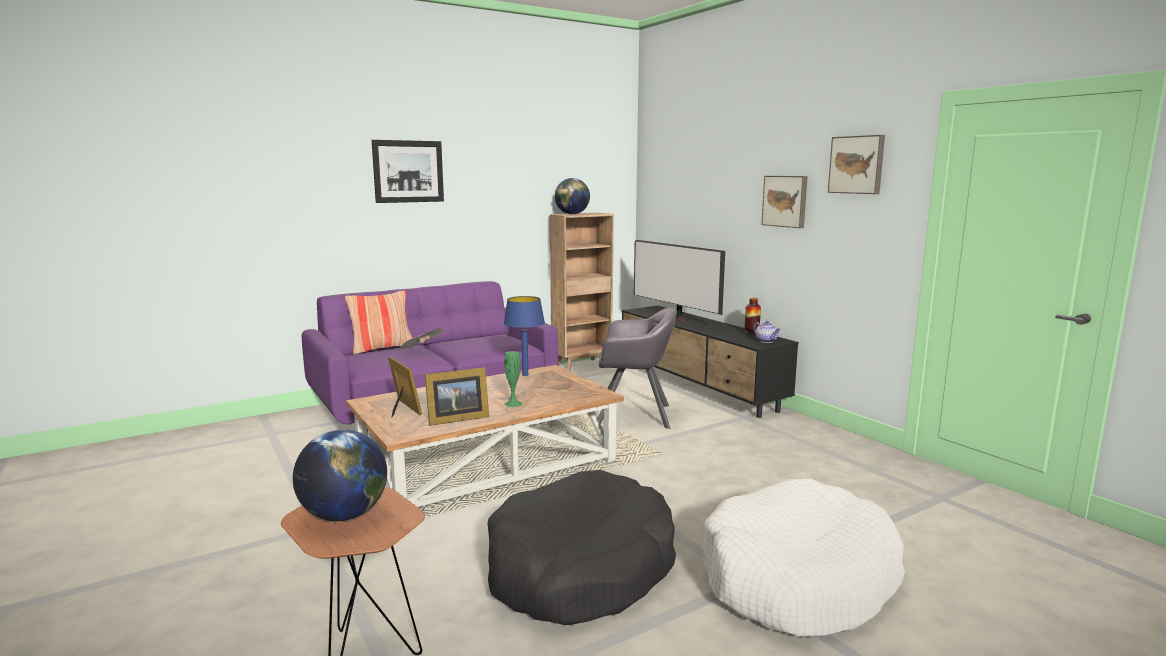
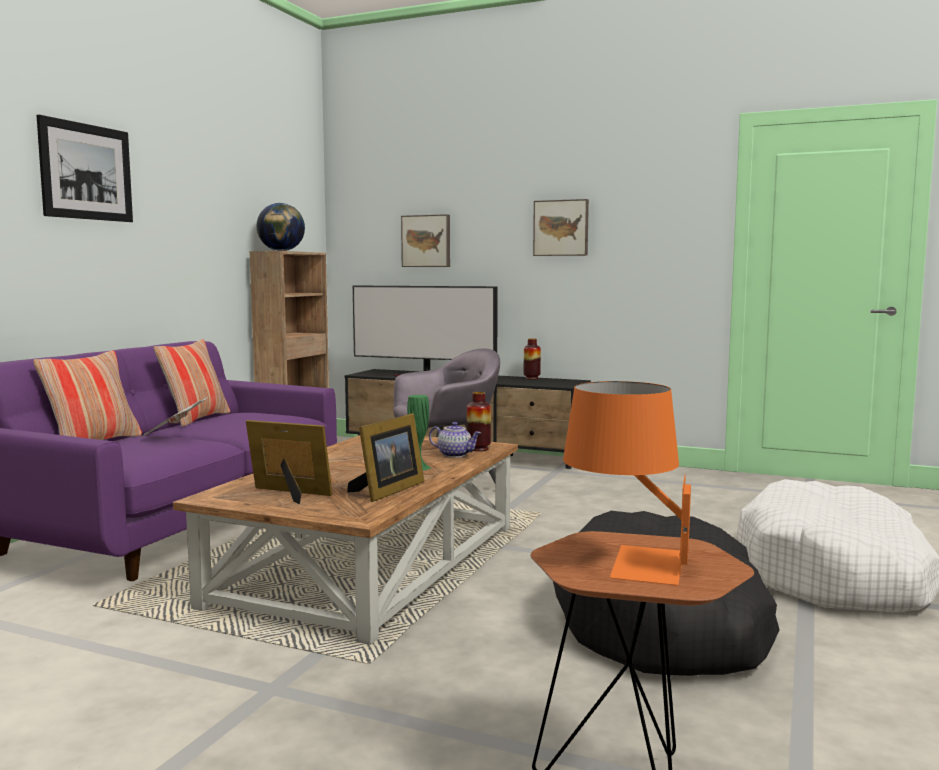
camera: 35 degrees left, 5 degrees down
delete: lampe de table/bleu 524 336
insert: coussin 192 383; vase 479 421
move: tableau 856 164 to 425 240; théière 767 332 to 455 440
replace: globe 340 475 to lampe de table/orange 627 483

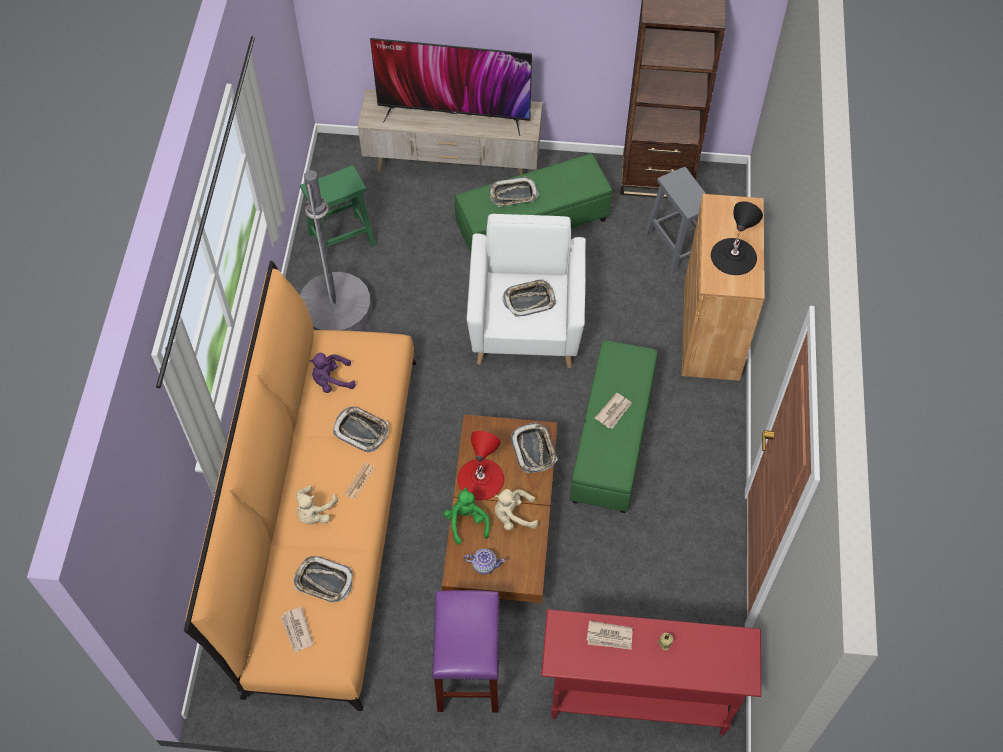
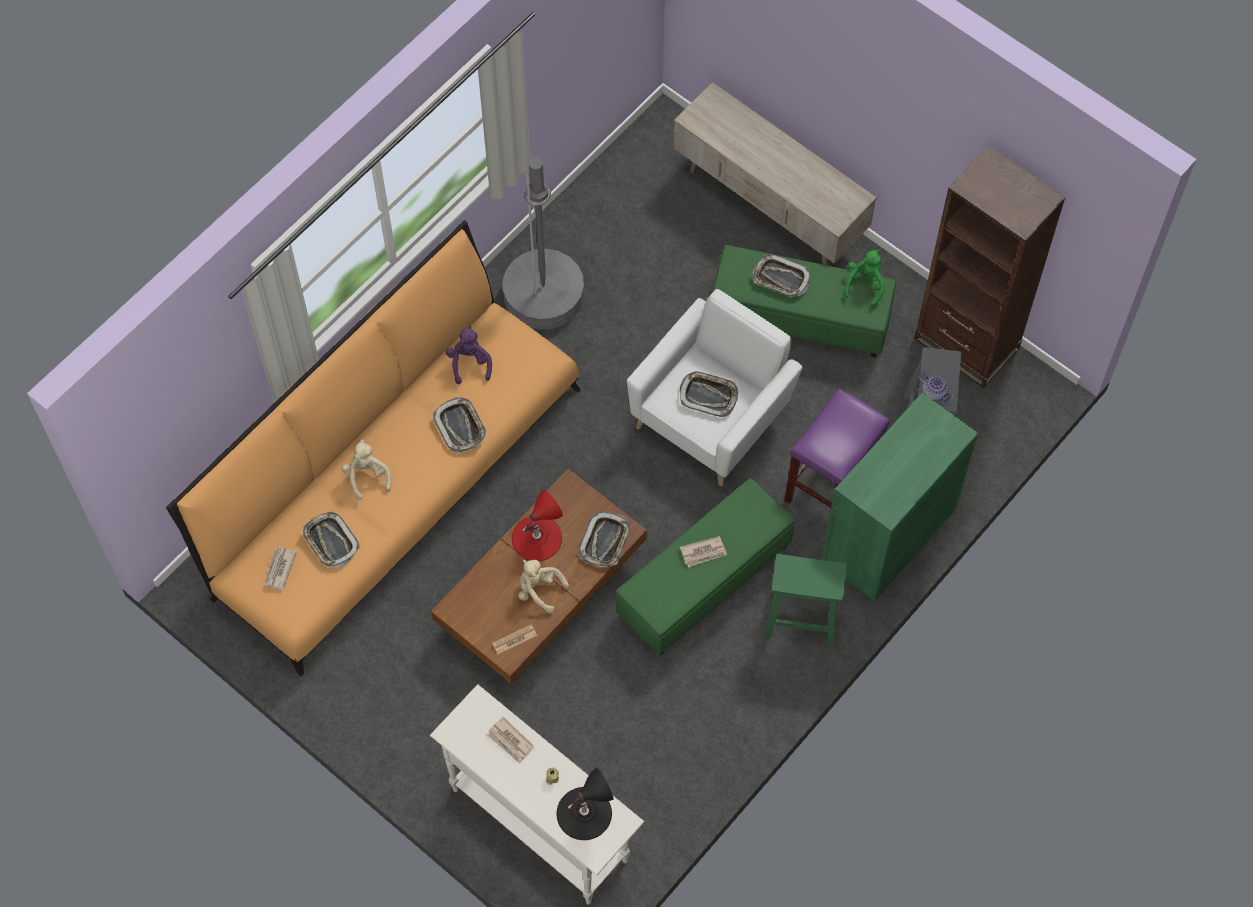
camera: 35 degrees right, 5 degrees up
delete: téléviseur 451 87
move: journal 359 481 to 514 639; lampe de table/noir 737 238 to 585 804; tabouret/vert 338 206 to 806 601; tabouret/violet 466 651 to 837 448; peluche/vert 467 516 to 864 279; théière 484 562 to 936 387
recolor: table console/rouge 651 672 to table console/blanc 537 794; meuble de rangement/marron 723 287 to meuble de rangement/vert 900 497
rotate: peluche/beige 317 504 = 366 469 105 degrees clockwise; peluche/violet 332 373 = 469 355 60 degrees clockwise

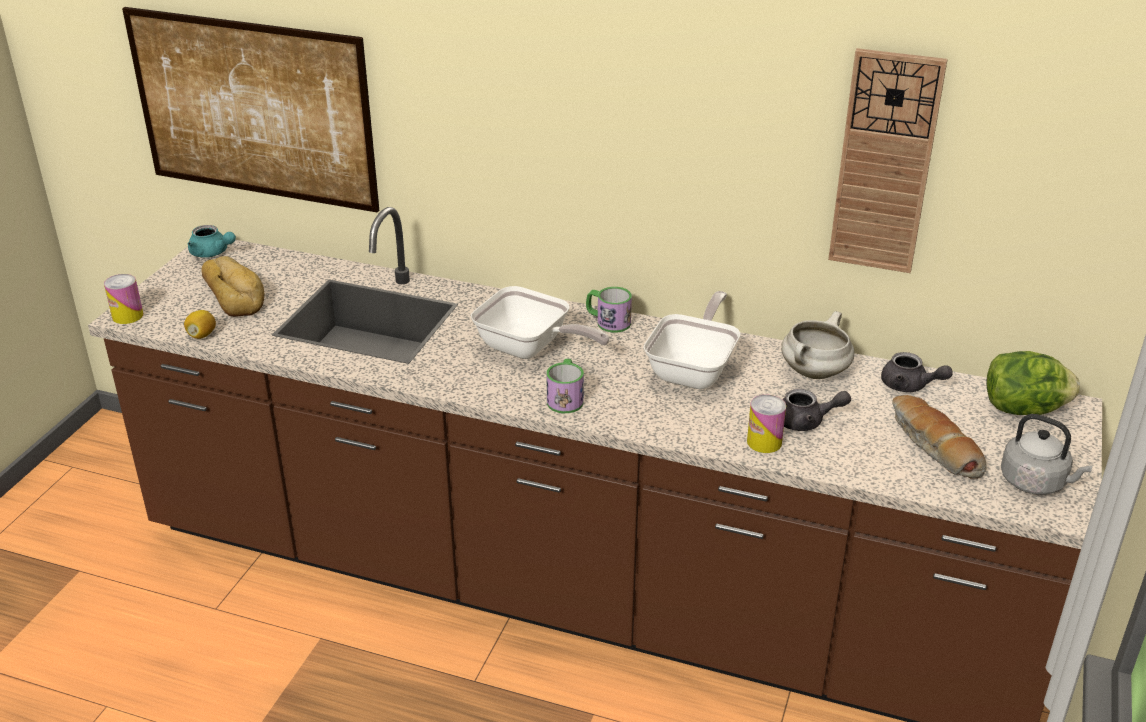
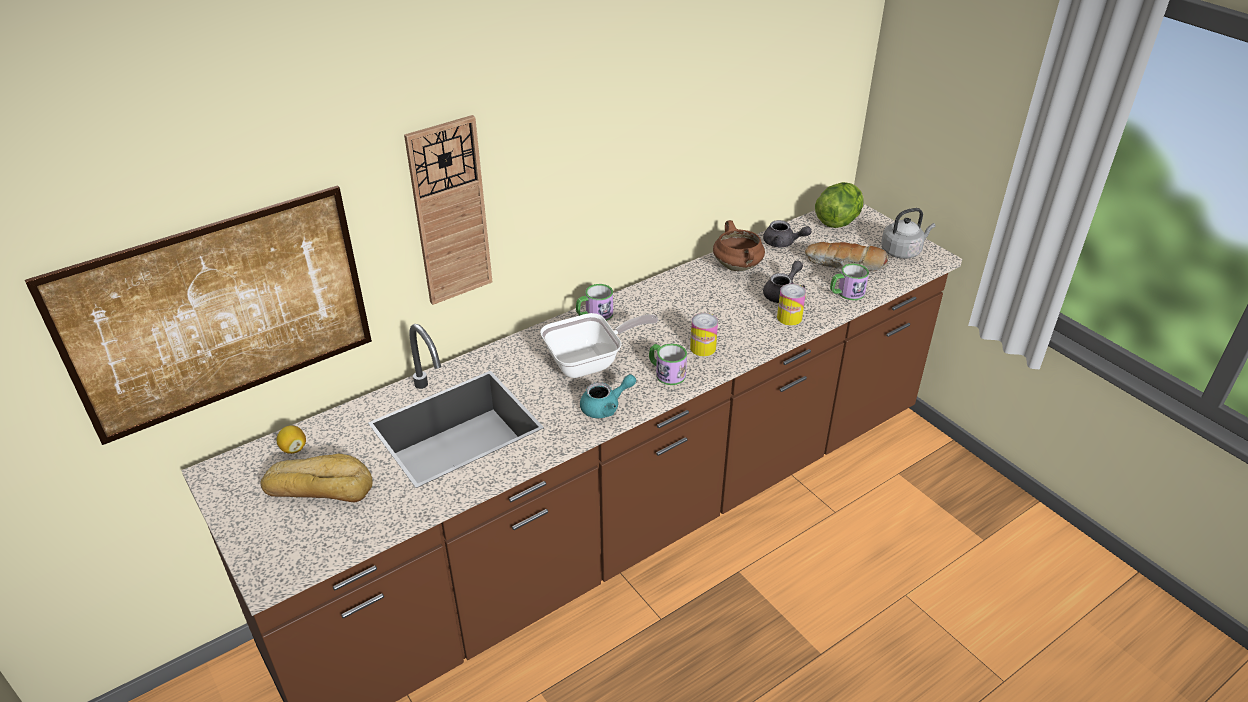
camera: 55 degrees left, 5 degrees up
delete: poêle 692 340
insert: mug 849 281
move: citron 200 324 to 291 439; horloge murale 888 160 to 448 210; théière/turquoise 212 241 to 608 396; boîte métallique 123 299 to 704 334
recolor: marmite/blanc 817 345 to marmite/marron 739 245
rotate: théière/gris 917 372 = 787 233 45 degrees clockwise

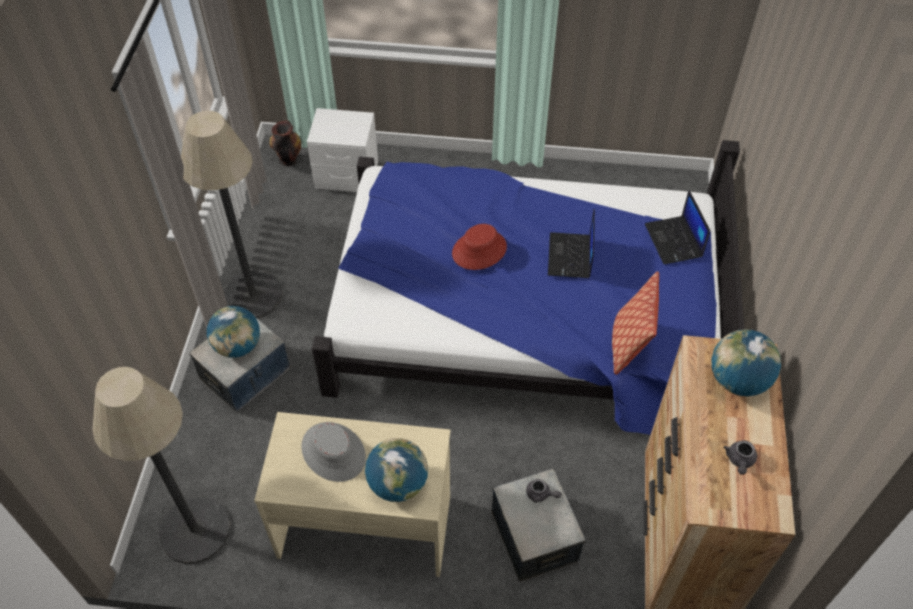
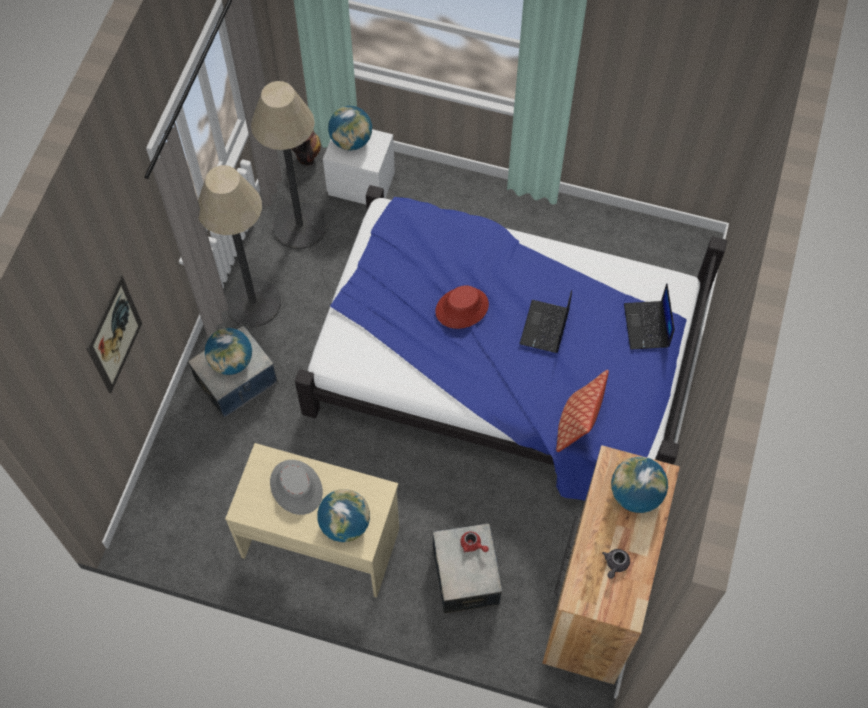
camera: 10 degrees right, 10 degrees up
insert: tableau 114 334; globe 350 128
move: lampadaire 161 465 to 289 165
recolor: théière/gris 543 491 to théière/rouge 474 542

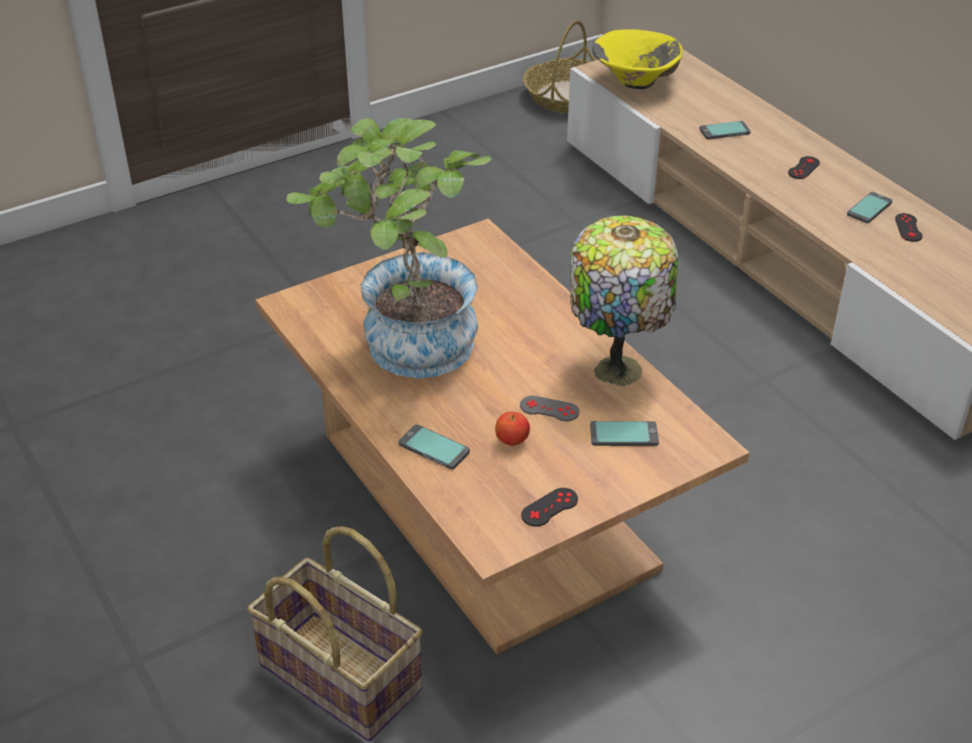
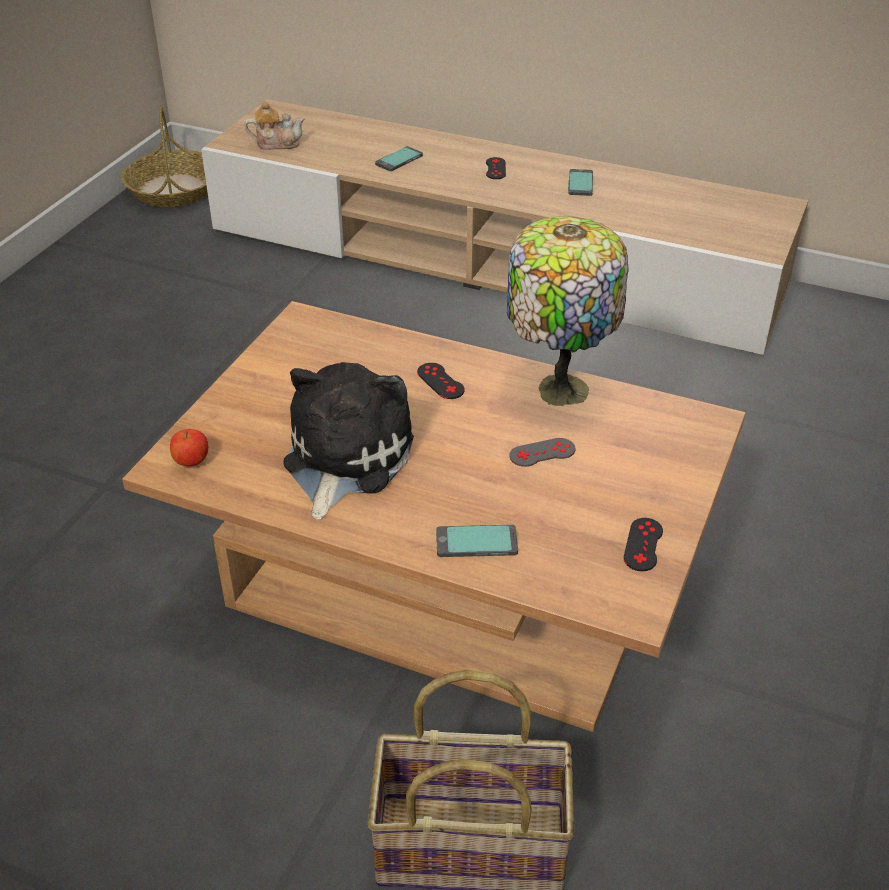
camera: 35 degrees left, 0 degrees up
delete: téléphone 624 433
move: pomme 512 429 to 189 447; manette/noir 909 227 to 441 381
replace: bol/jaune 637 59 to théière 274 125; plante en pot 389 248 to peluche 348 441

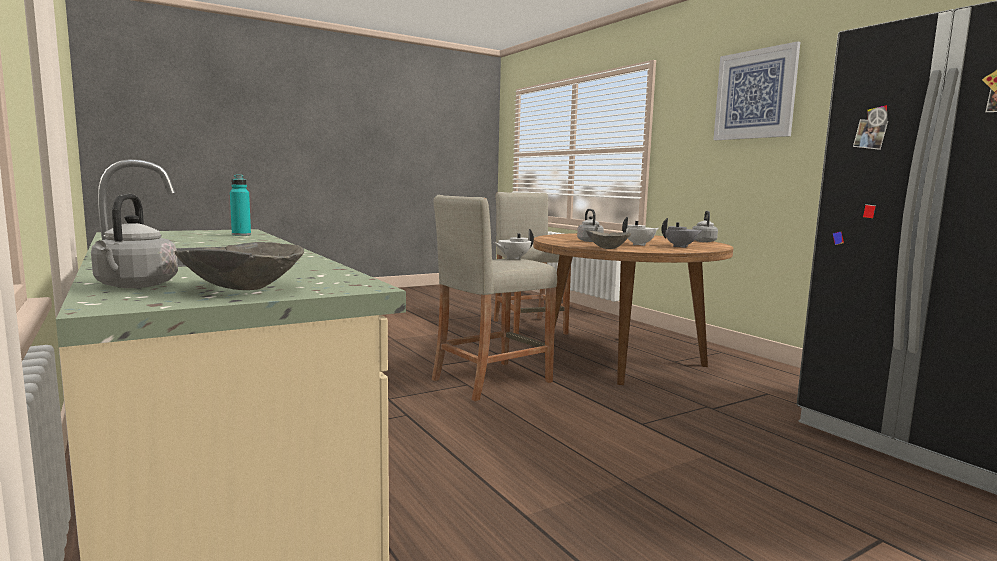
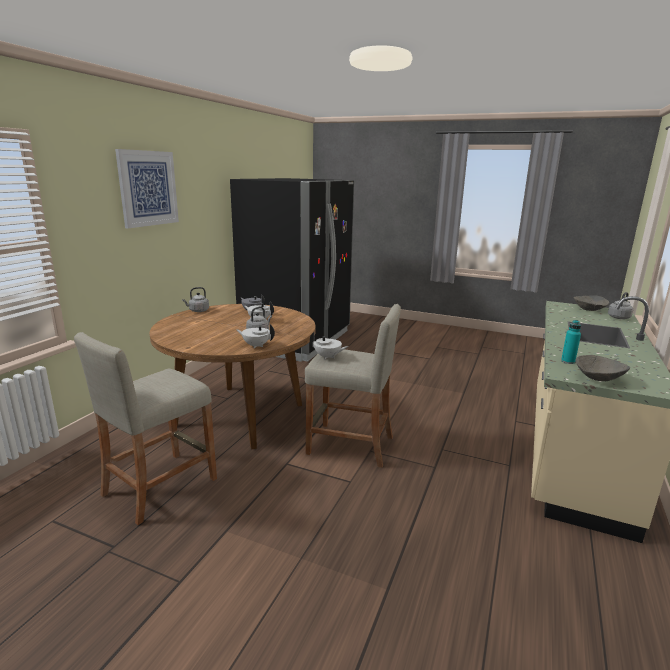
camera: 125 degrees left, 10 degrees up
insert: théière/blanc 255 336
move: bol/gris 608 239 to 602 368

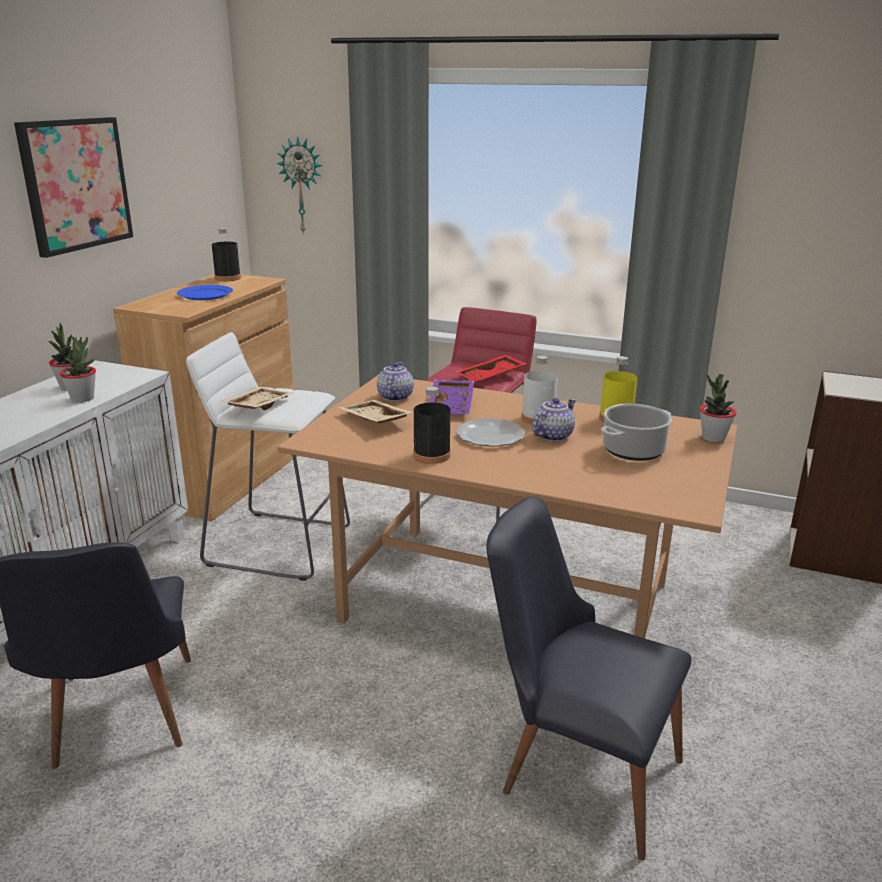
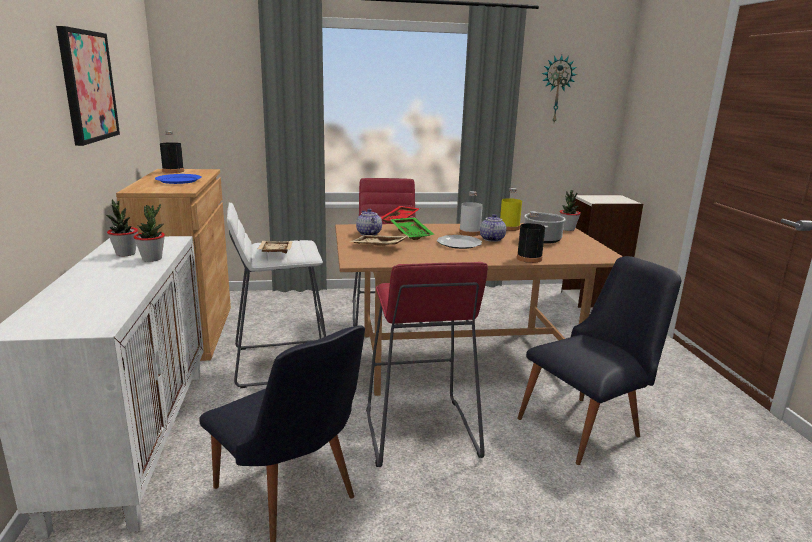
camera: 30 degrees left, 5 degrees down
insert: tabouret/rouge 427 364
move: bouteille/noir 432 425 to 531 237; horloge murale 299 185 to 559 88
recolor: plateau/violet 451 397 to plateau/vert 412 228
rotate: chaise/noir 589 678 = 599 360 150 degrees clockwise

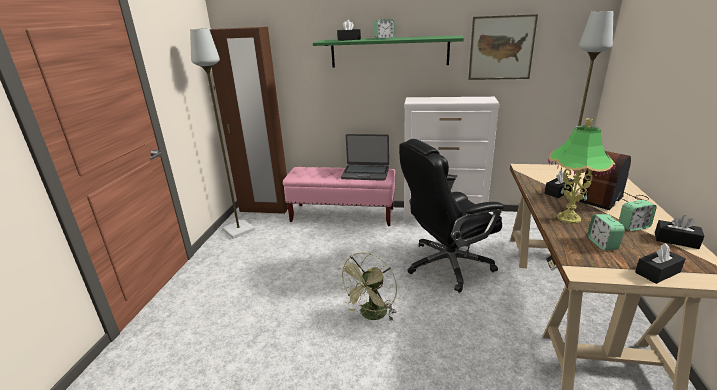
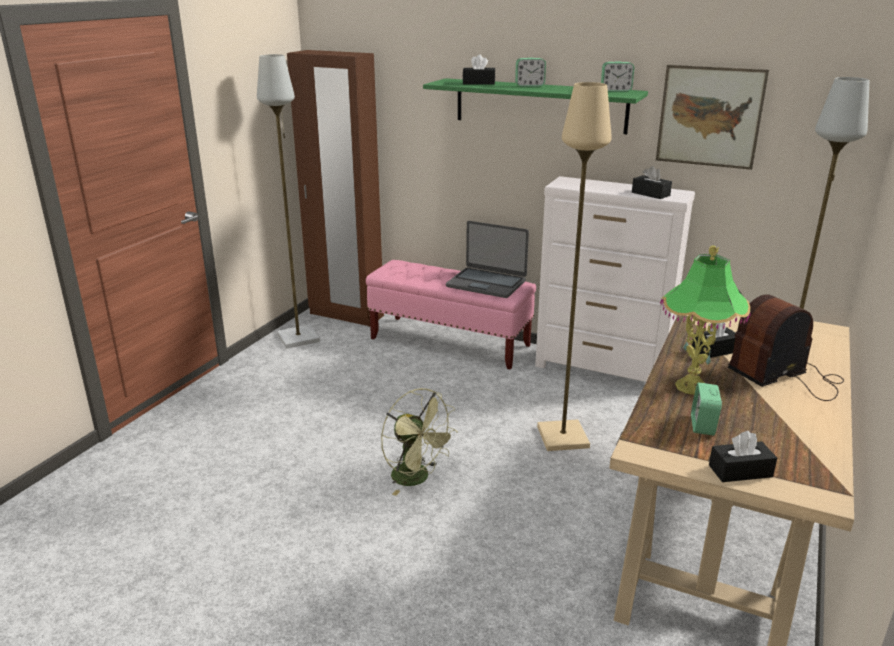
camera: 15 degrees right, 0 degrees up
move: réveil 638 215 to 617 76; boîte à mouchoirs/noir 679 232 to 652 182
replace: chaise de bureau/noir 451 216 to lampadaire/beige 574 266
rotate: ventilateur/vert 367 286 = 419 442 90 degrees counterclockwise

